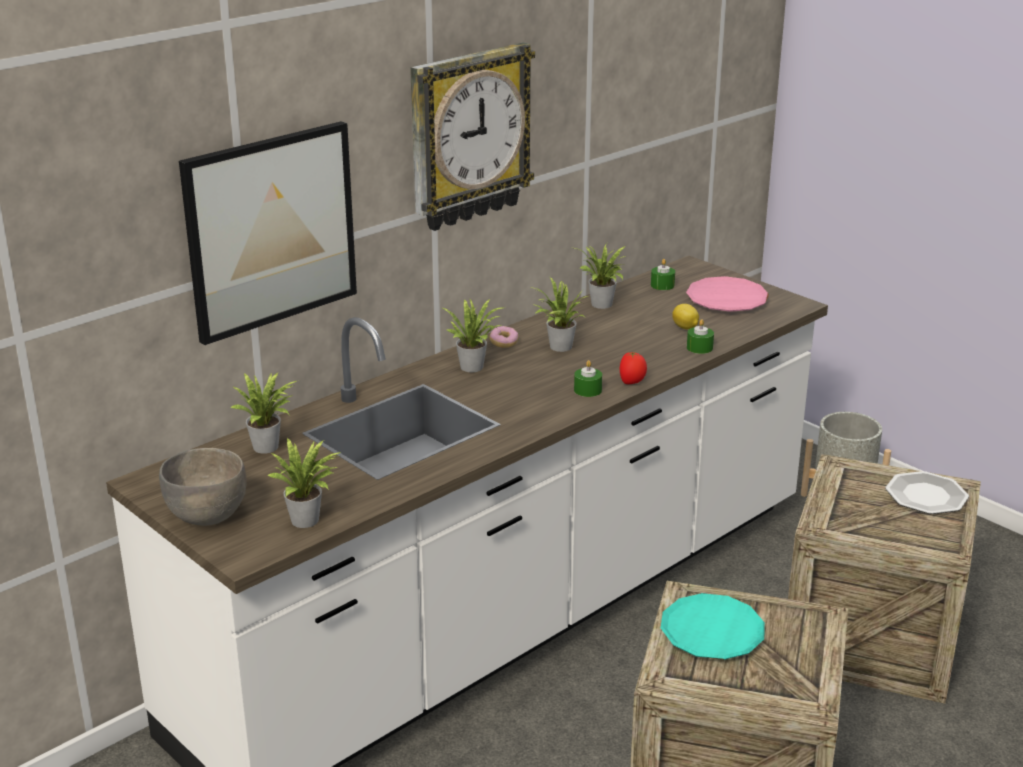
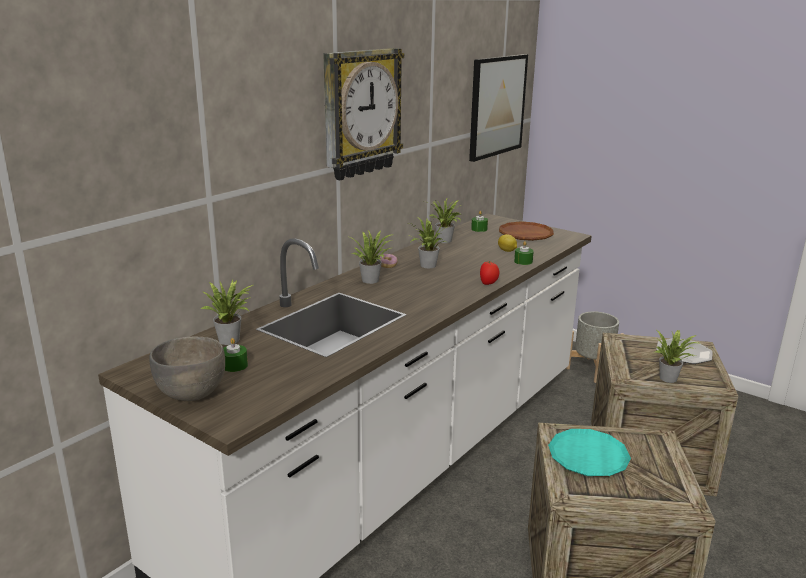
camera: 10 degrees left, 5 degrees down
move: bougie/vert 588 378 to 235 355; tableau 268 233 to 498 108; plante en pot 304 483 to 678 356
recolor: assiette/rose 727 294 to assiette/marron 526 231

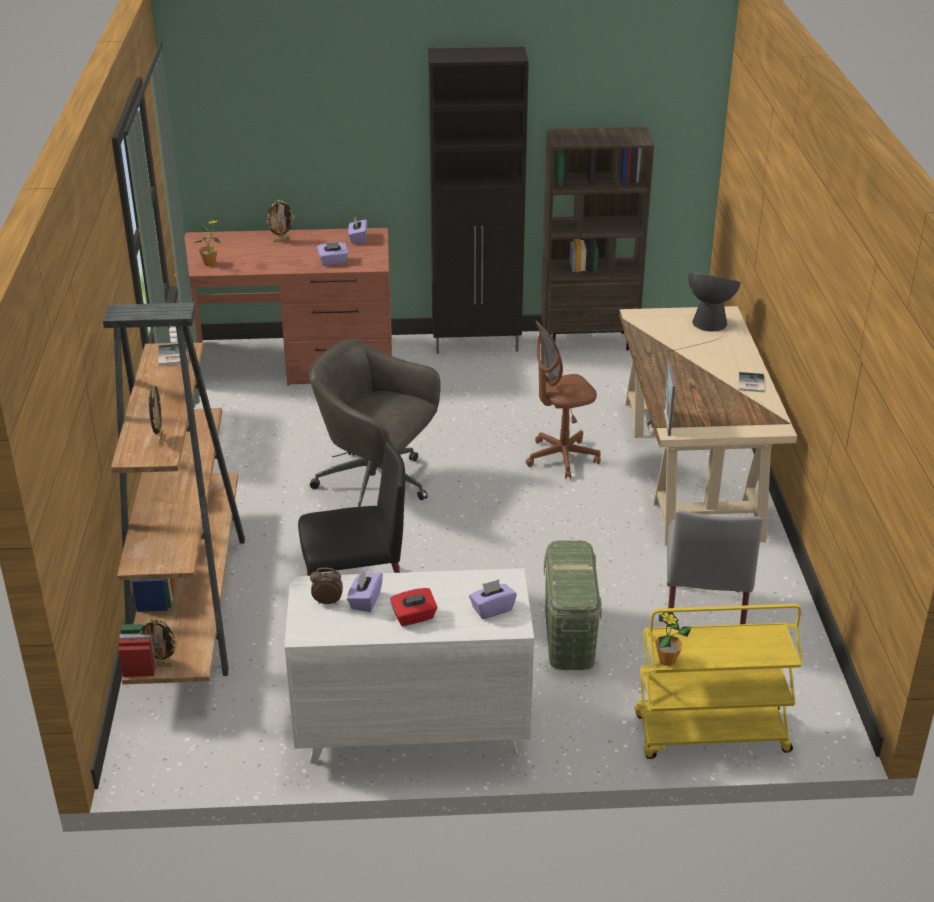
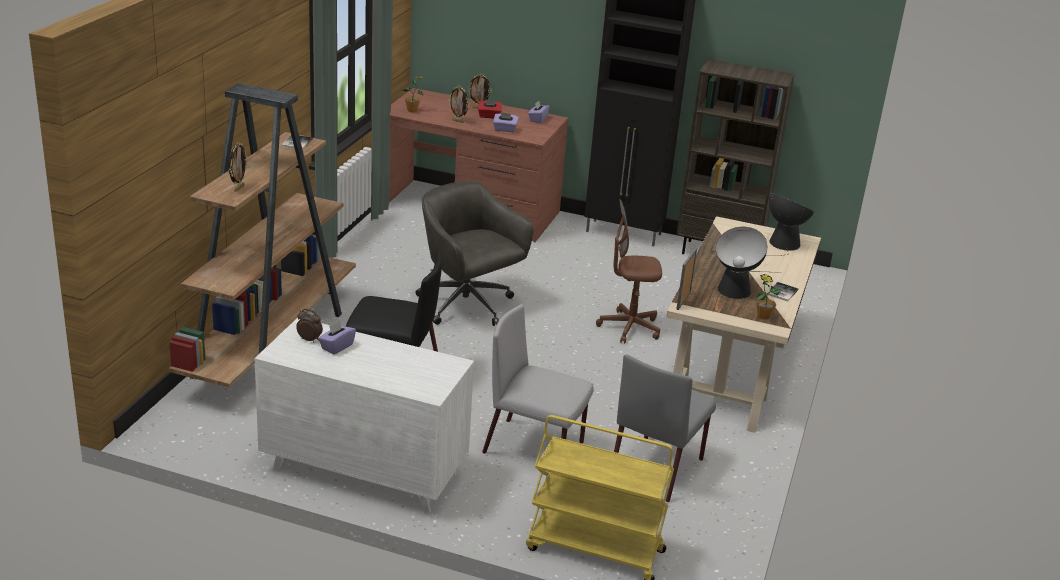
camera: 20 degrees right, 5 degrees down
delete: boîte à mouchoirs/violet 493 599
insert: lampe de table 749 263
move: cadre photo 158 643 to 458 104; boîte à mouchoirs/rouge 413 607 to 490 109; plante en pot 673 639 to 769 297
replace: boîte de rangement/vert 573 605 to chaise/gris 538 379

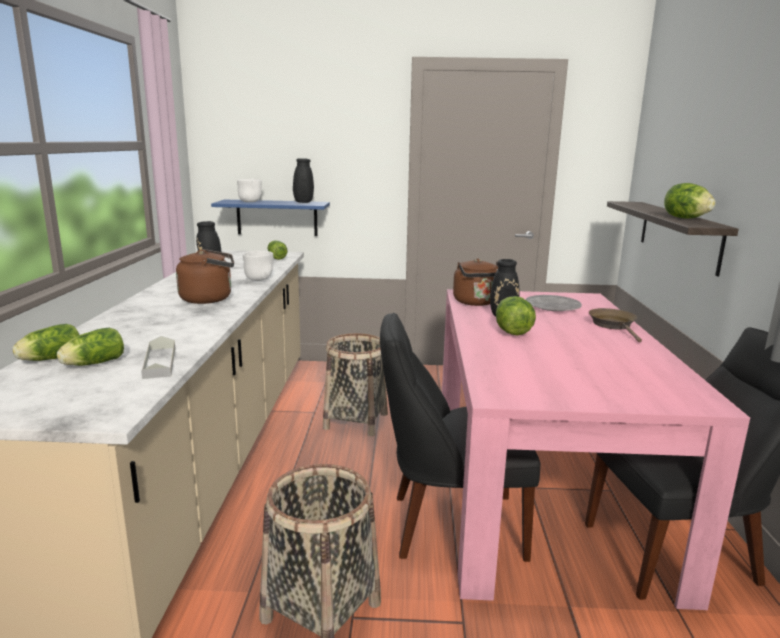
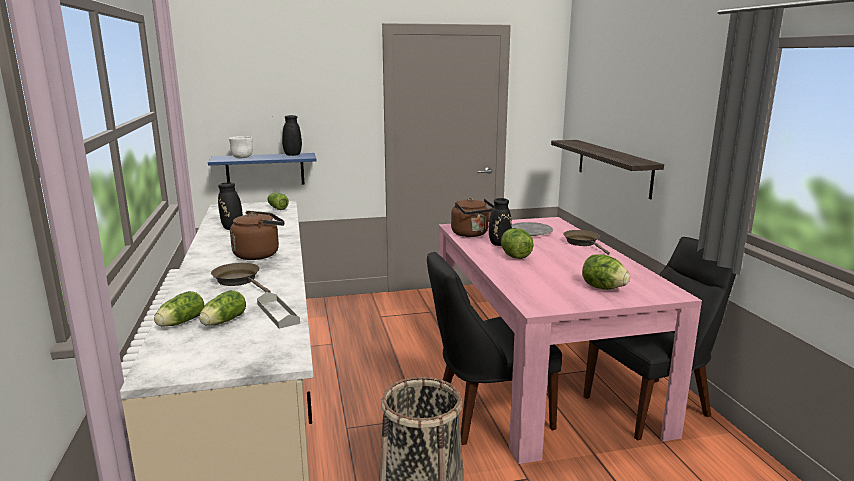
camera: 15 degrees left, 0 degrees up
delete: bol/blanc 258 266; panier 355 384
insert: poêle/marron 241 278
move: laitue 690 200 to 606 272

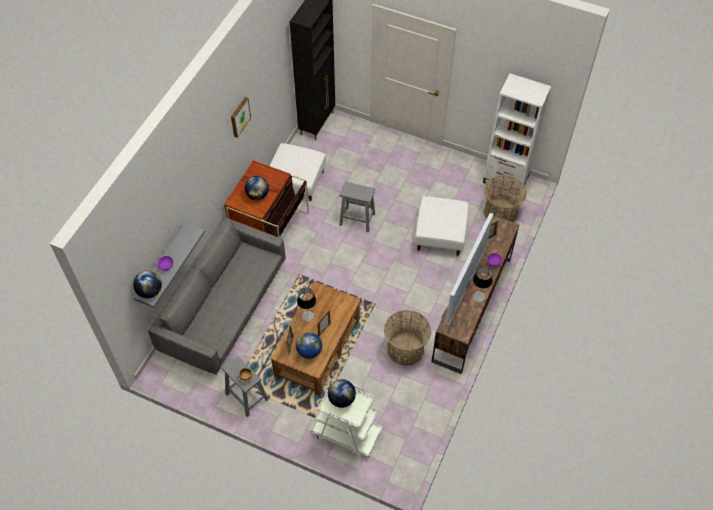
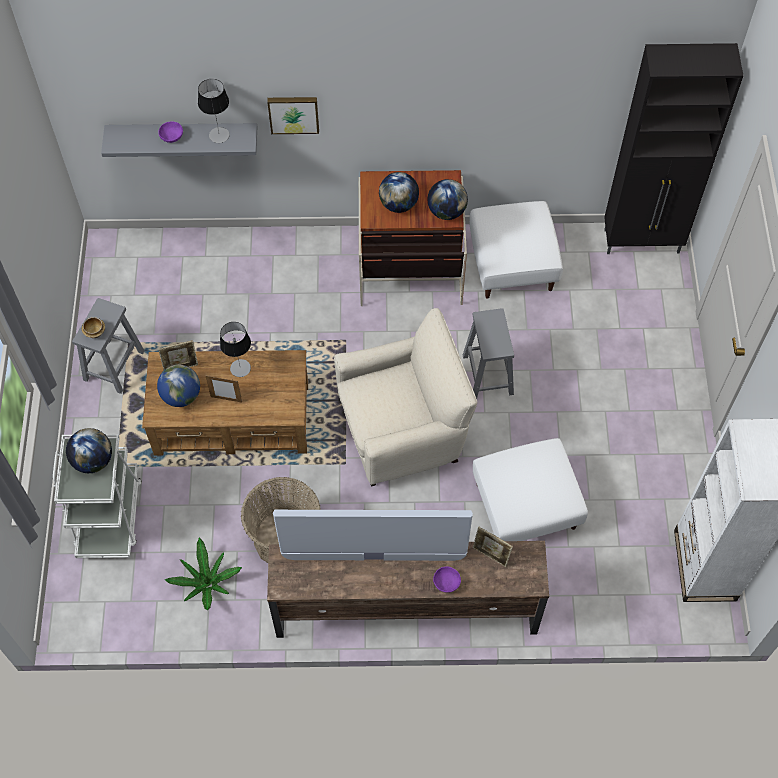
camera: 65 degrees right, 5 degrees up
delete: canapé/gris 217 296; panier 505 198
insert: plante en pot 203 573; fauteuil/beige 405 397
move: lampe de table 483 284 to 214 111; tableau 241 117 to 293 115; globe 147 284 to 447 199

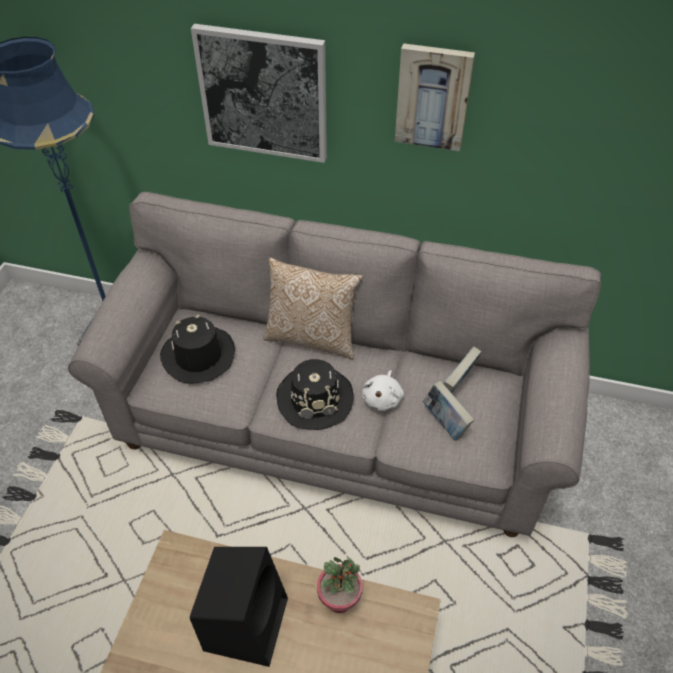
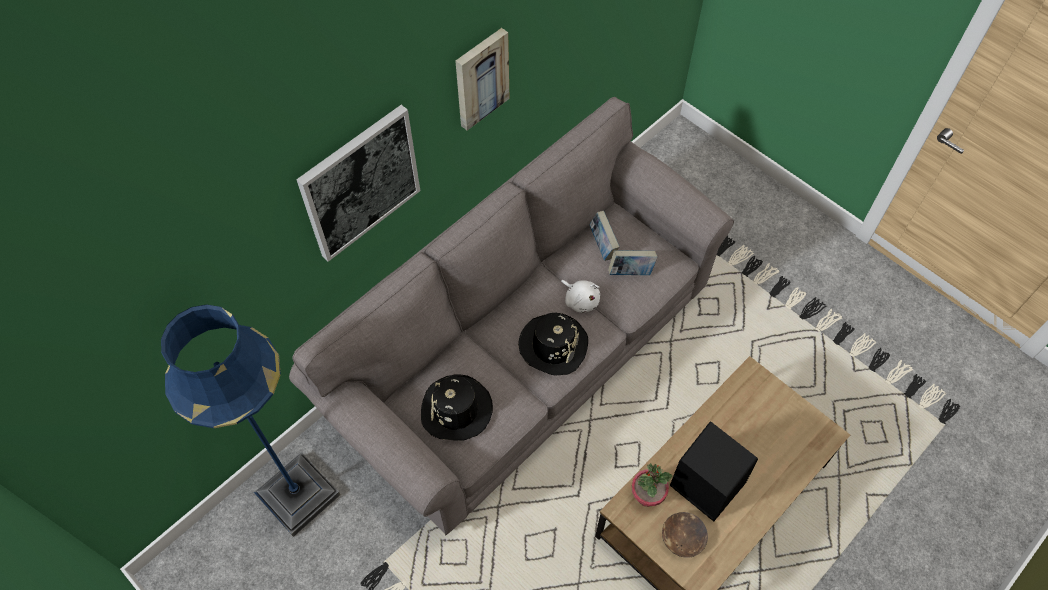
camera: 60 degrees left, 10 degrees up
delete: coussin 313 309
insert: bol/marron 685 535
move: plante en pot 339 585 to 651 485

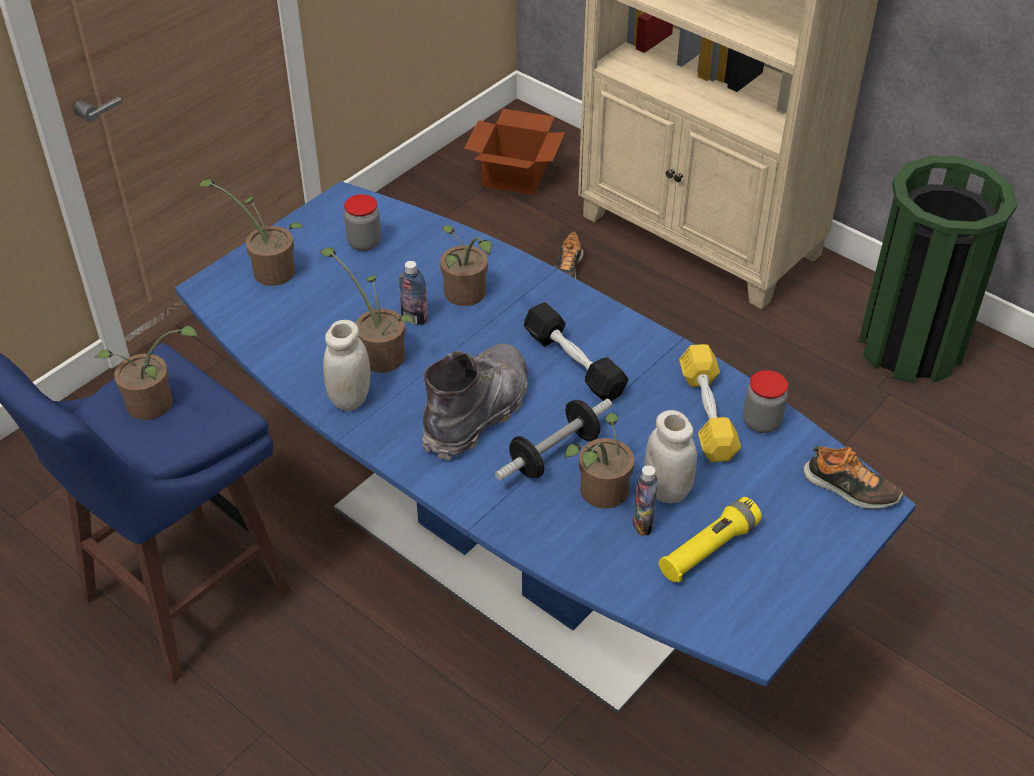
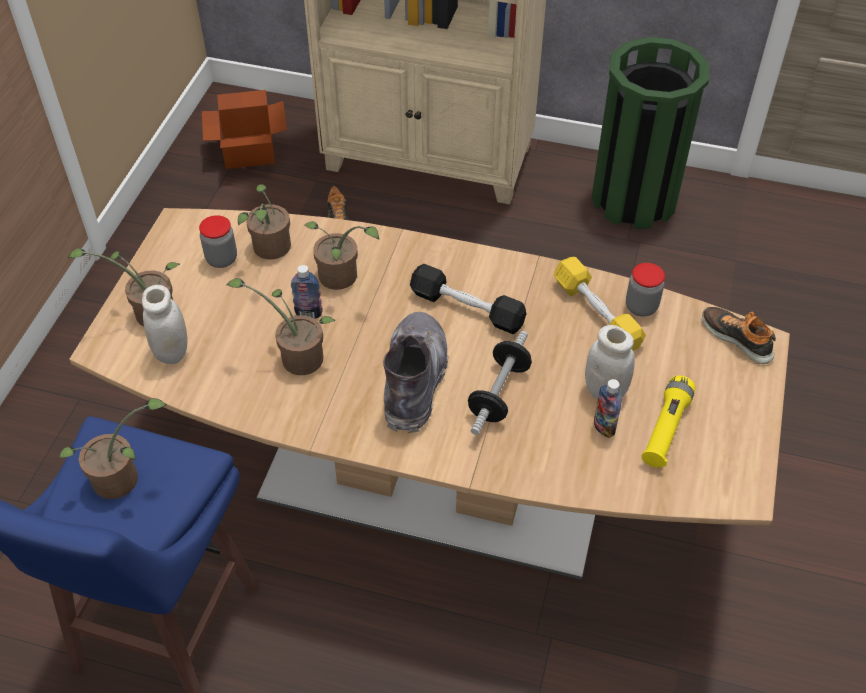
camera: 25 degrees left, 5 degrees up
move: bocal/blanc 347 365 to 164 324; plante en pot 599 461 to 264 222
recolor: table à manger/bleu 545 447 to table à manger/marron 429 394
rotate: chaussure 853 477 = 739 335 135 degrees counterclockwise

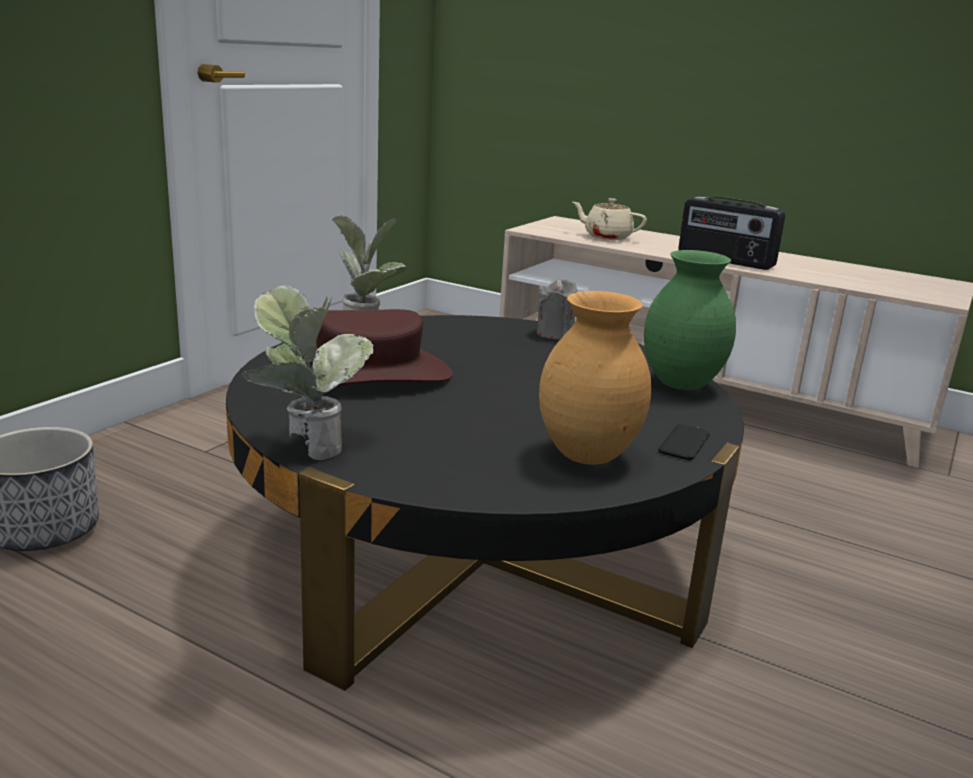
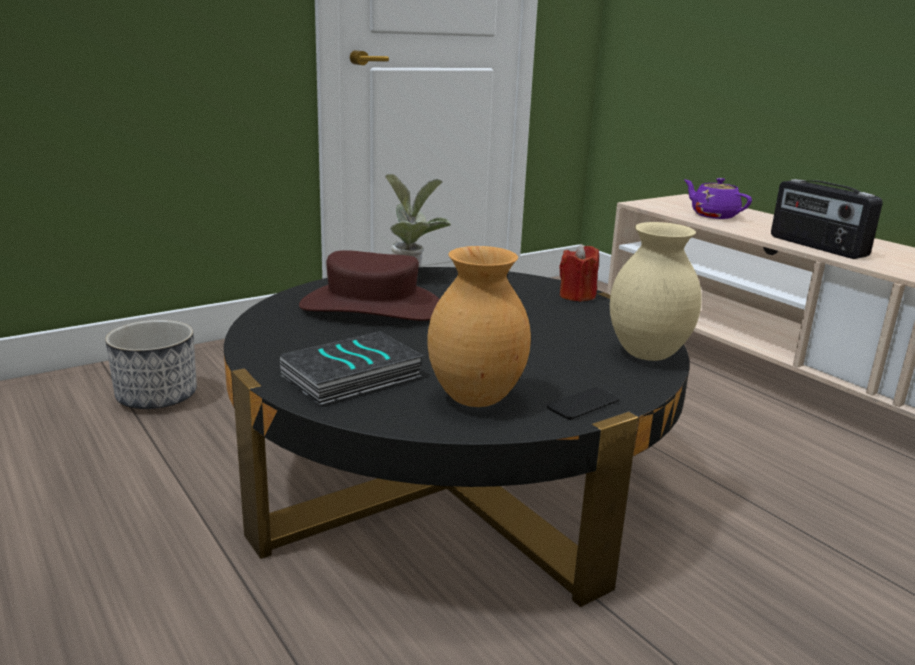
camera: 25 degrees right, 0 degrees up
delete: plante en pot 308 372
insert: livre 352 368
recolor: bougie/gris 557 308 to bougie/rouge 579 273; vase/vert 690 320 to vase/beige 656 291; théière/beige 610 219 to théière/violet 718 198

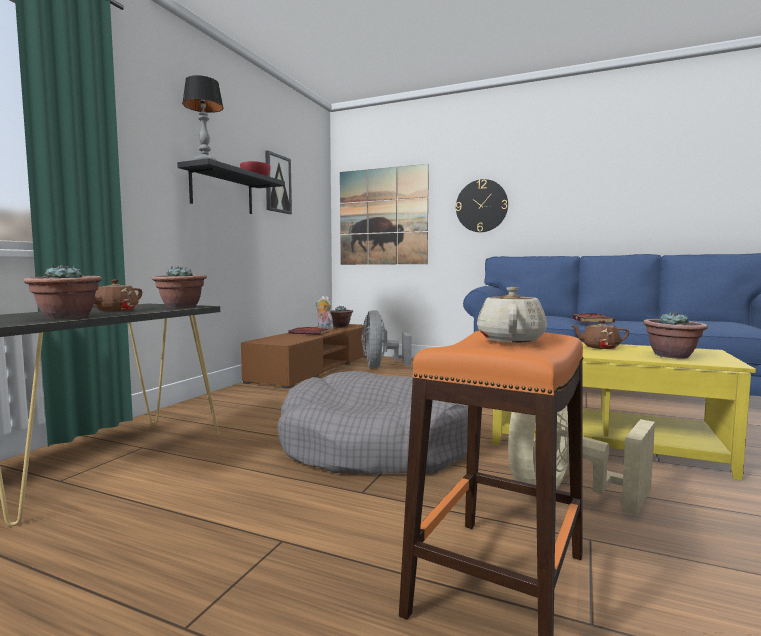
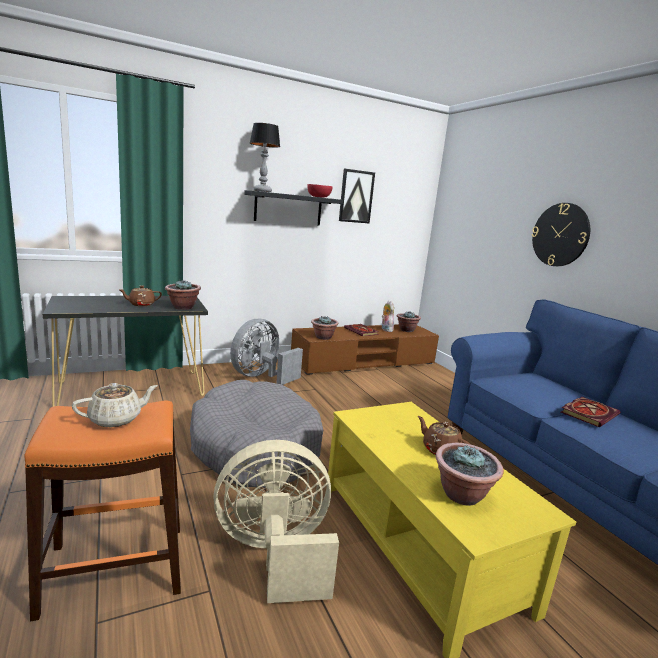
camera: 40 degrees right, 10 degrees up
delete: tableau 384 214
move: ventilateur/gris 386 339 to 266 352; plante en pot 62 292 to 324 328

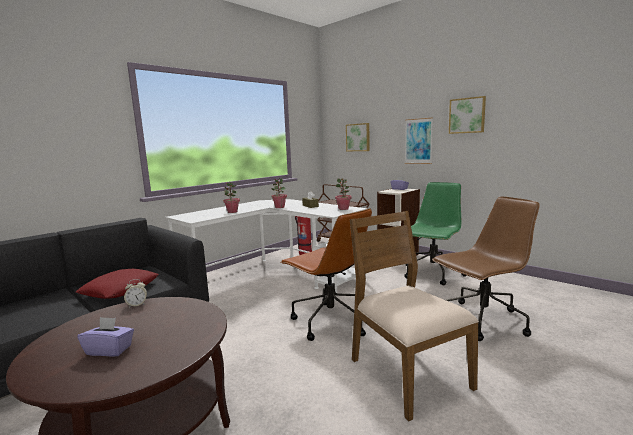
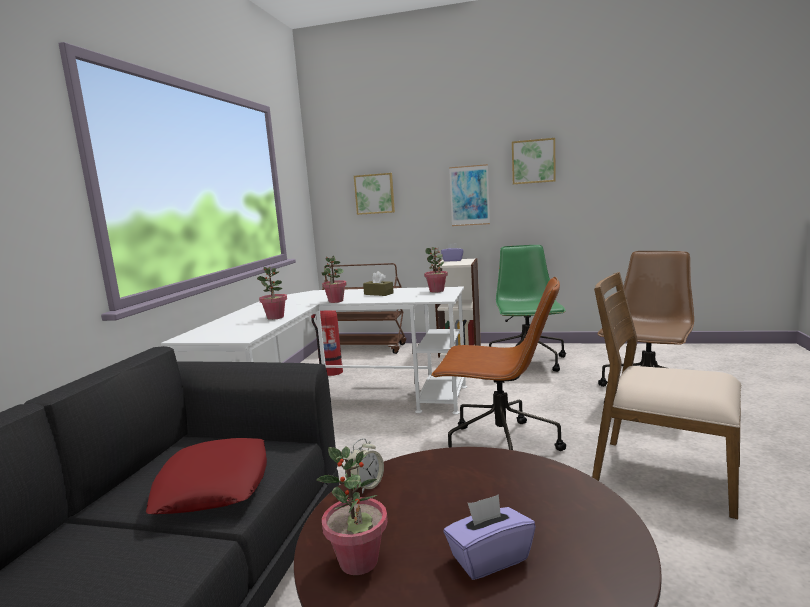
camera: 30 degrees left, 0 degrees up
insert: plante en pot 352 510

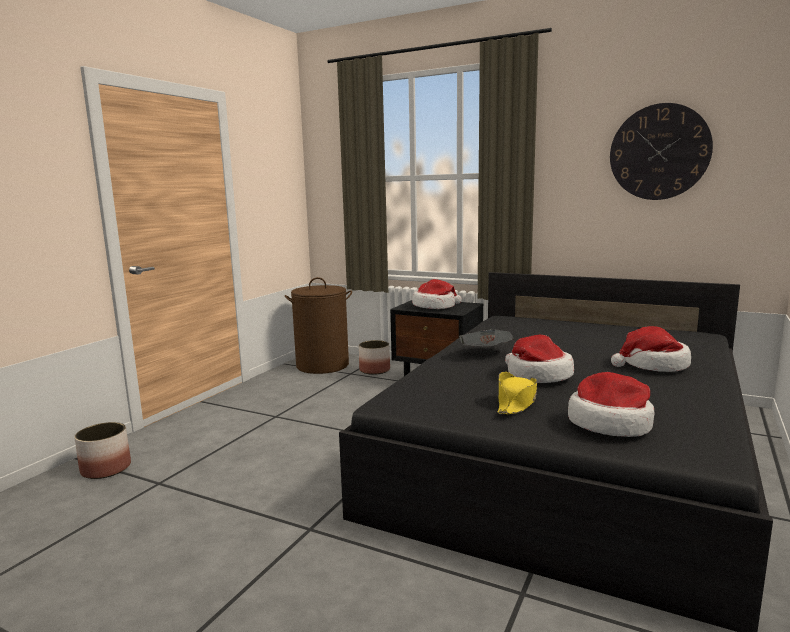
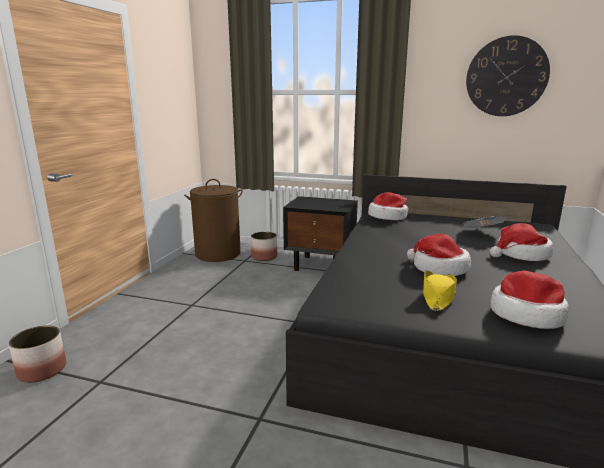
camera: 10 degrees left, 5 degrees up
move: chapeau 437 294 to 388 206; journal 486 337 to 483 222

